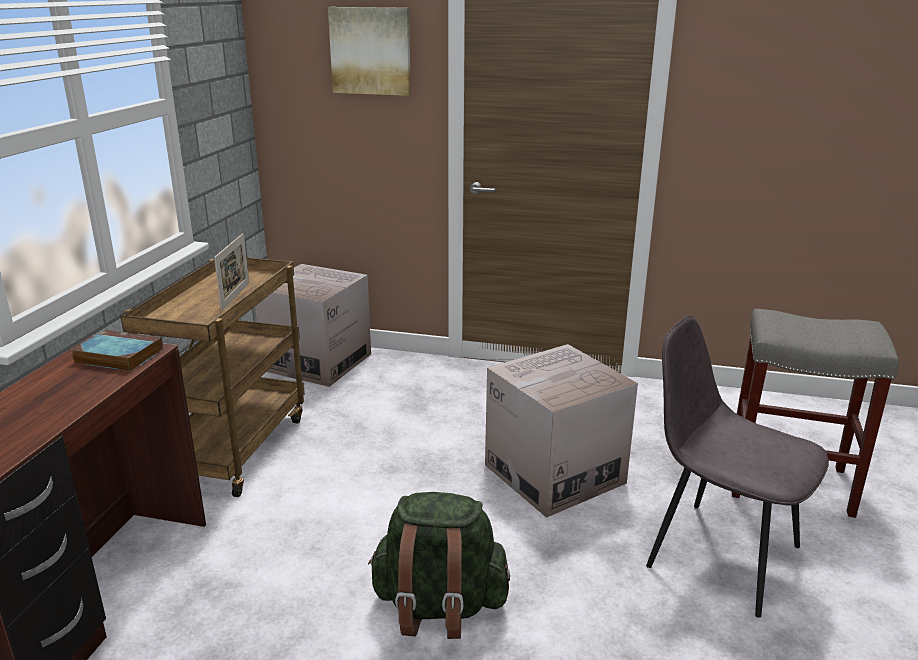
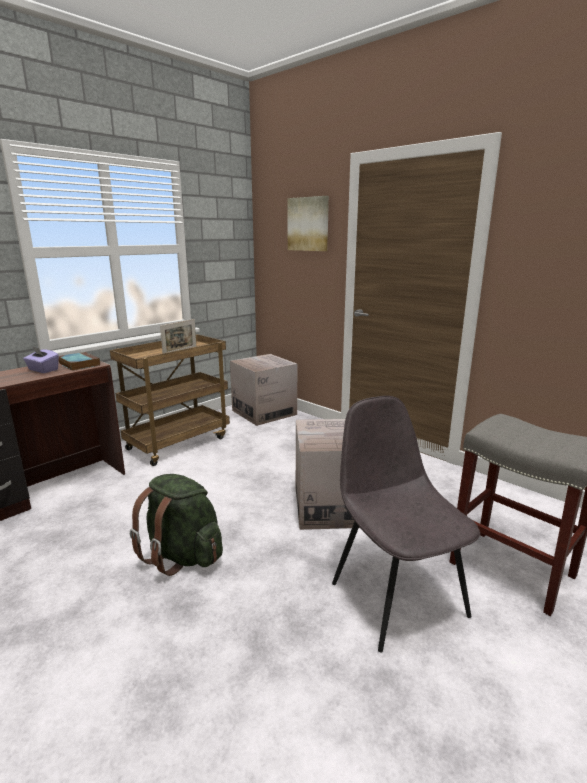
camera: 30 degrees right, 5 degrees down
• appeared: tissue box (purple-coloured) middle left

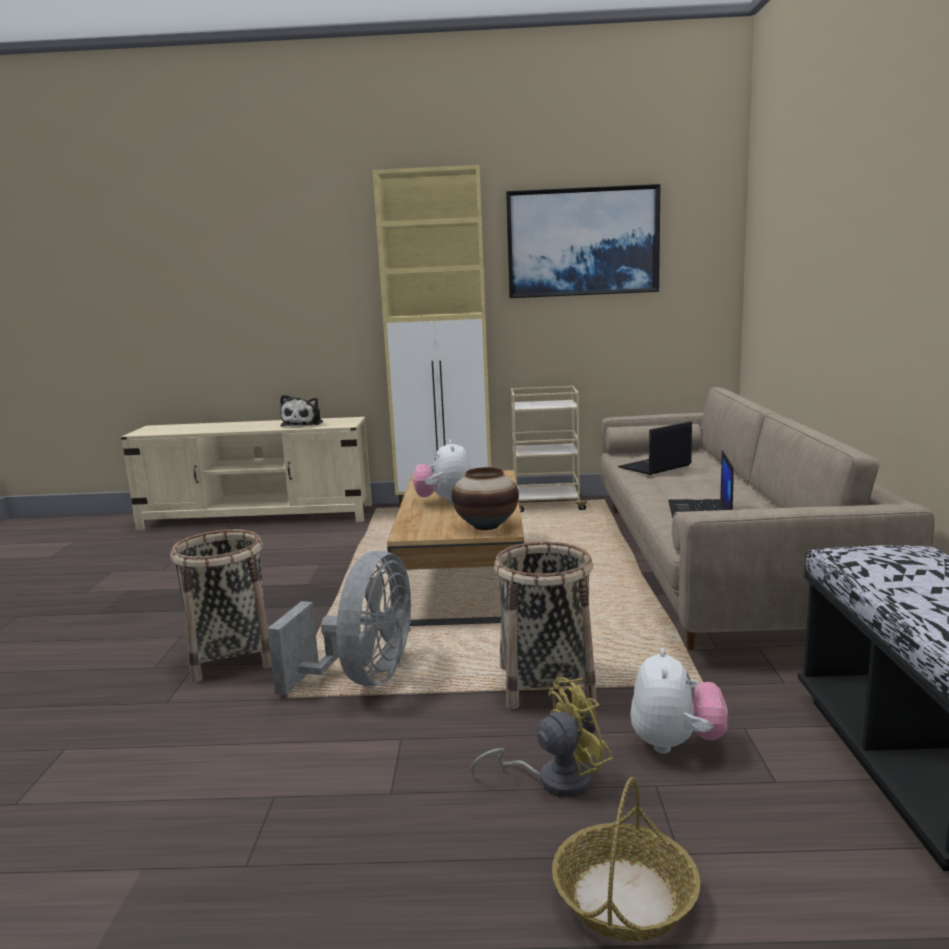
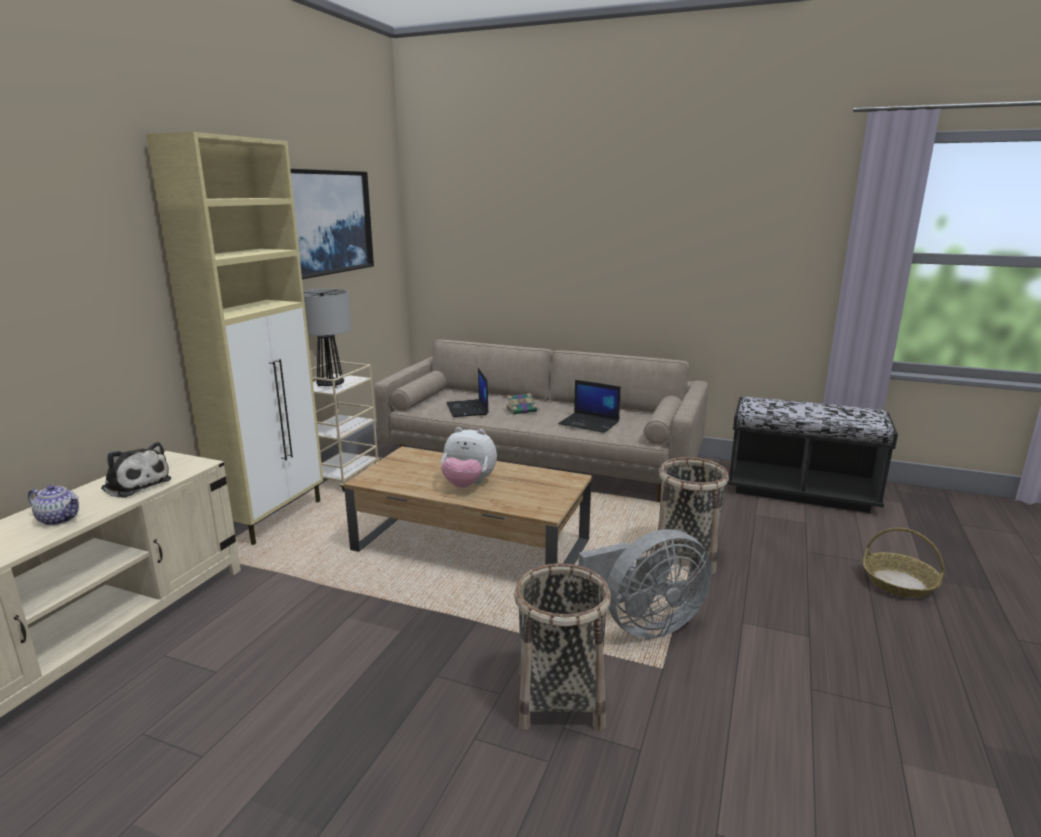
camera: 70 degrees left, 5 degrees up
• spun: cooling fan (greyish) centre = bottom centre 120 degrees clockwise
• missing: decorative vase centre
• missing: cooling fan (yellow) bottom centre
• missing: cuddly toy (no. 3 from left) bottom right
• appeared: tea pot middle left
• appeared: table lamp middle left
• appeared: volume centre

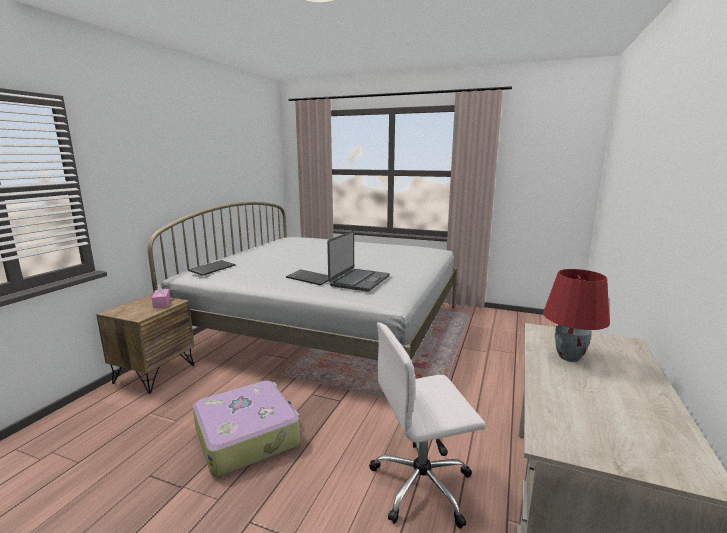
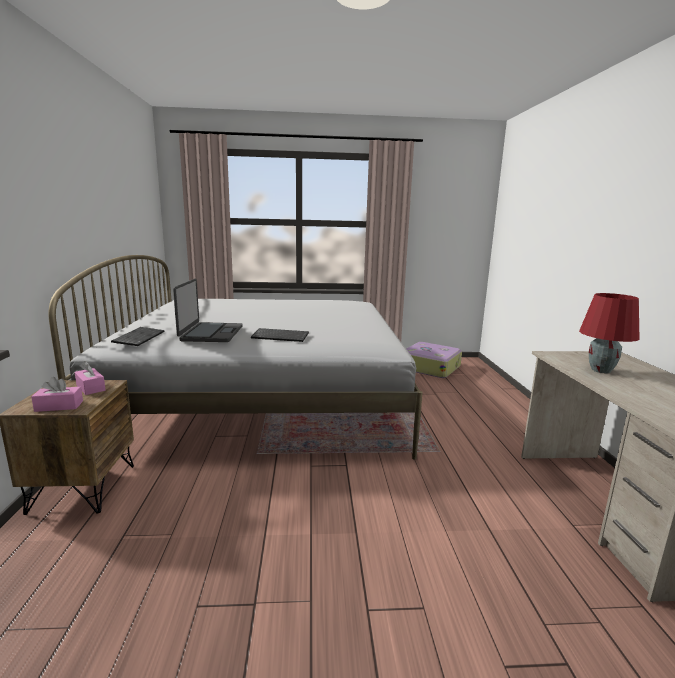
camera: 25 degrees left, 0 degrees up
• relocated: piece of luggage bottom centre to centre
• relocated: portable computer centre to middle left
• missing: computer chair (white) bottom centre
• appeared: tissue box (pink-coloured) (no. 1 from left) middle left

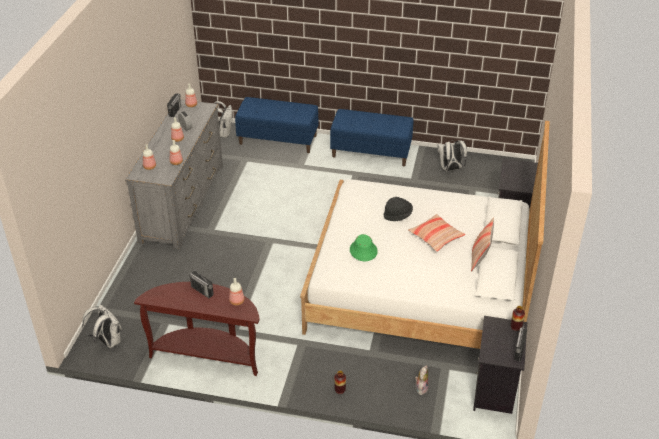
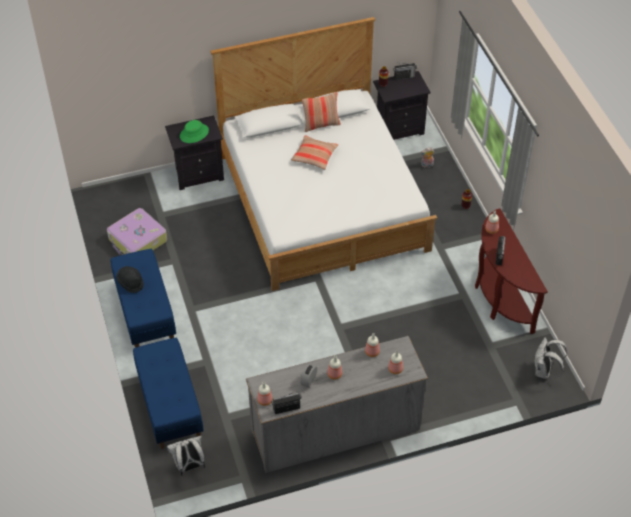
camera: 120 degrees left, 10 degrees up
• relocated: clothing hat (green) centre to top left
• relocated: clothing hat (blackish) centre to middle left
• exchanged: knapsack (white) (no. 3 from left) middle right to piece of luggage middle left

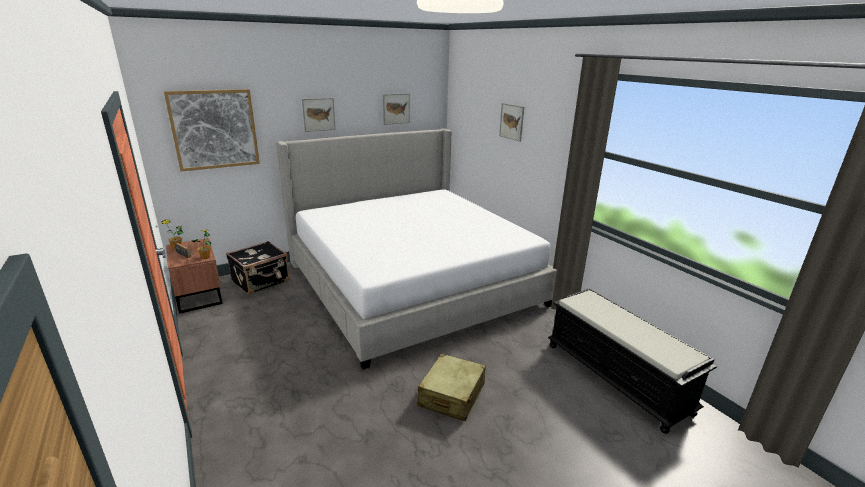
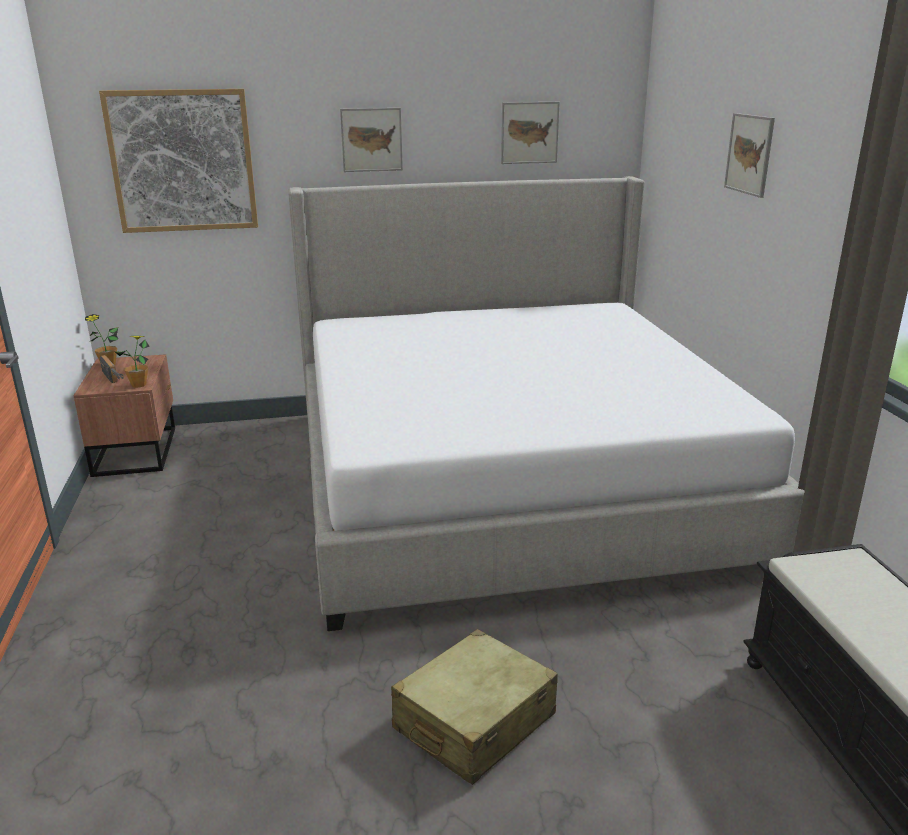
camera: 20 degrees right, 0 degrees up
• missing: piece of luggage (blackish) middle left

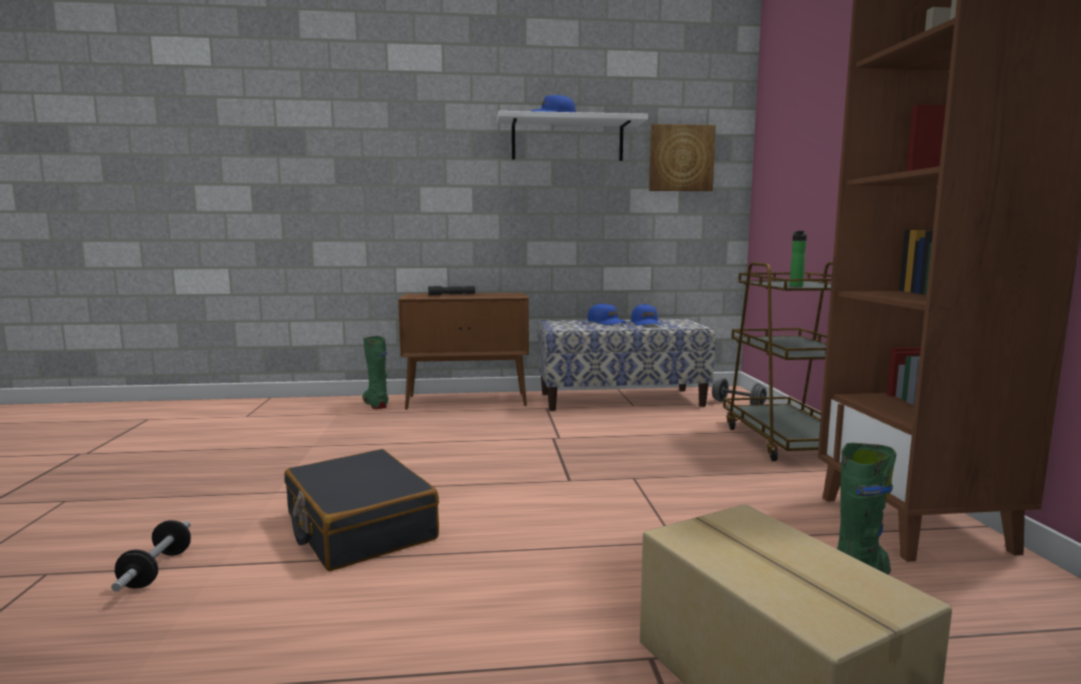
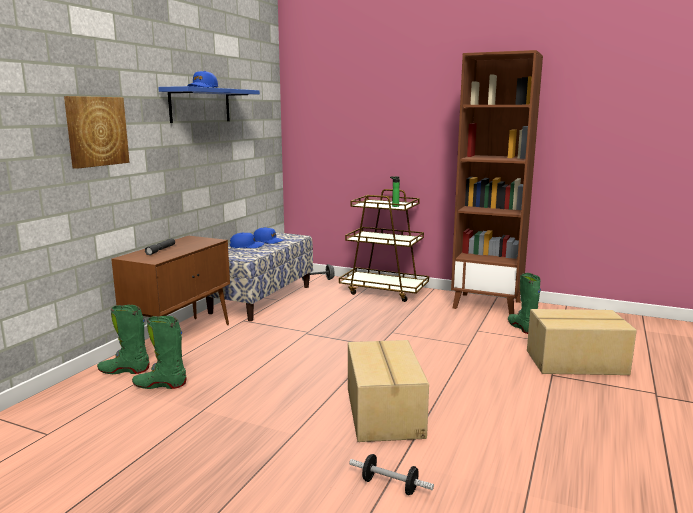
camera: 60 degrees left, 5 degrees up
• exchanged: piece of luggage (blackish) bottom centre to packing box (no. 1 from left) bottom centre
• colour: bracket shelf (white) top centre to bracket shelf (blue) top left
• relocated: wall art top centre to top left
• appeared: tall boot (green) (no. 2 from left) bottom left

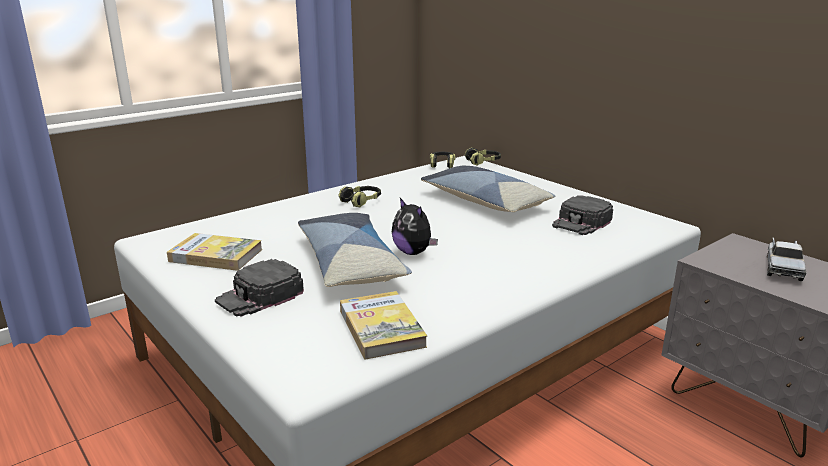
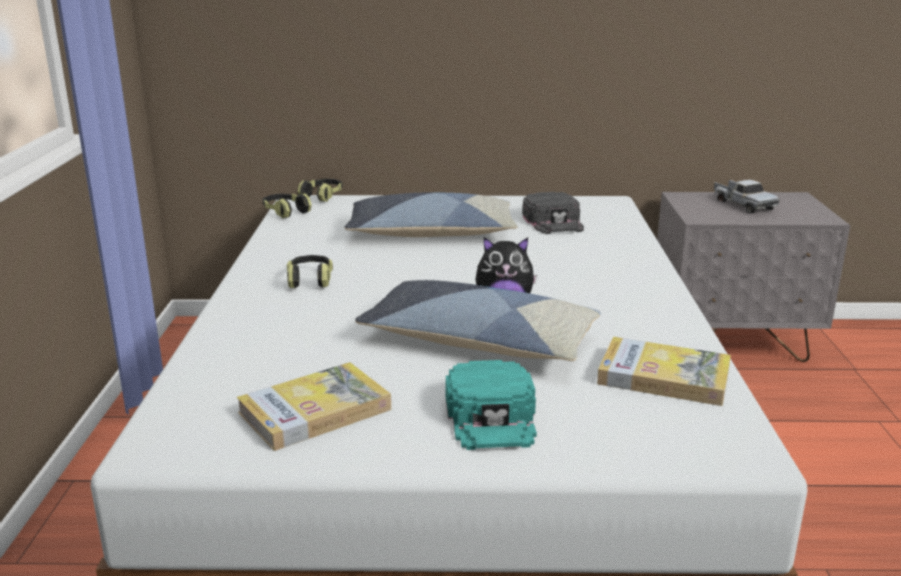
camera: 50 degrees left, 0 degrees up
• colour: cap (blackish) (no. 1 from left) middle left to cap (turquoise) bottom centre

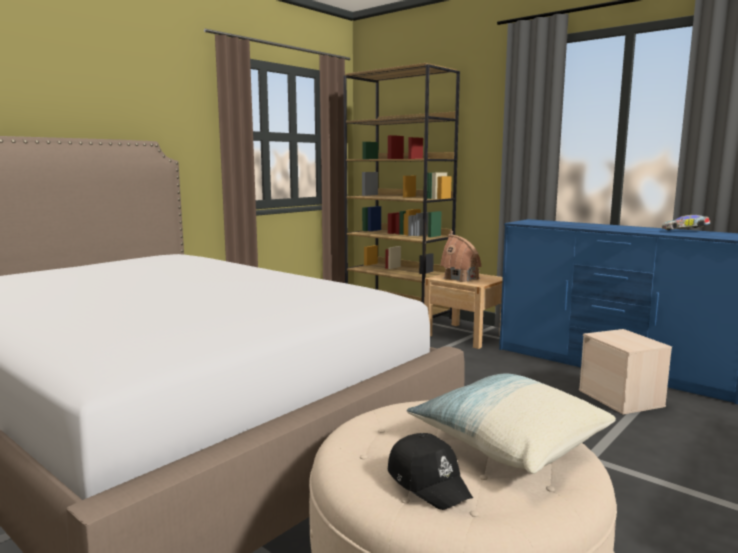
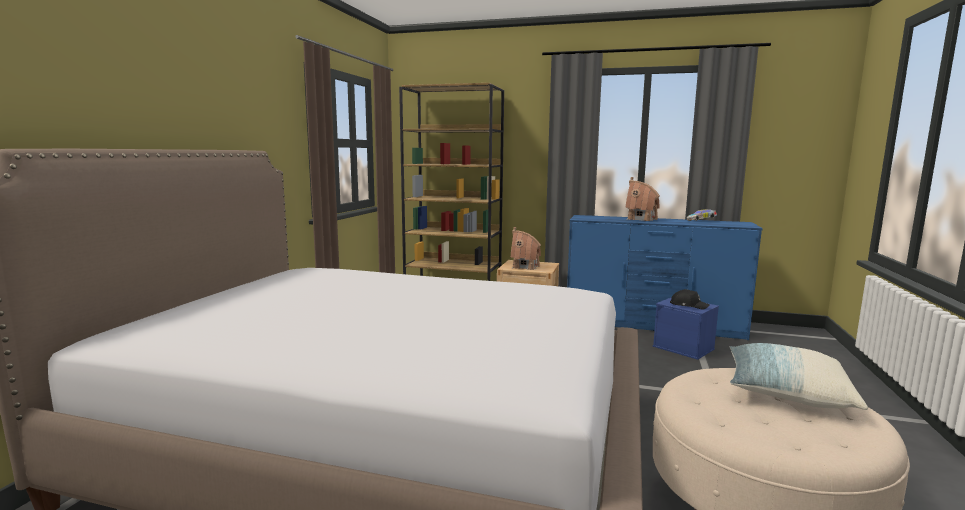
camera: 25 degrees left, 0 degrees up
• relocated: cap (blackish) bottom centre to middle right
• colour: storage box (beige-coloured) bottom right to storage box (blue) middle right
• appeared: toy house (no. 2 from left) centre

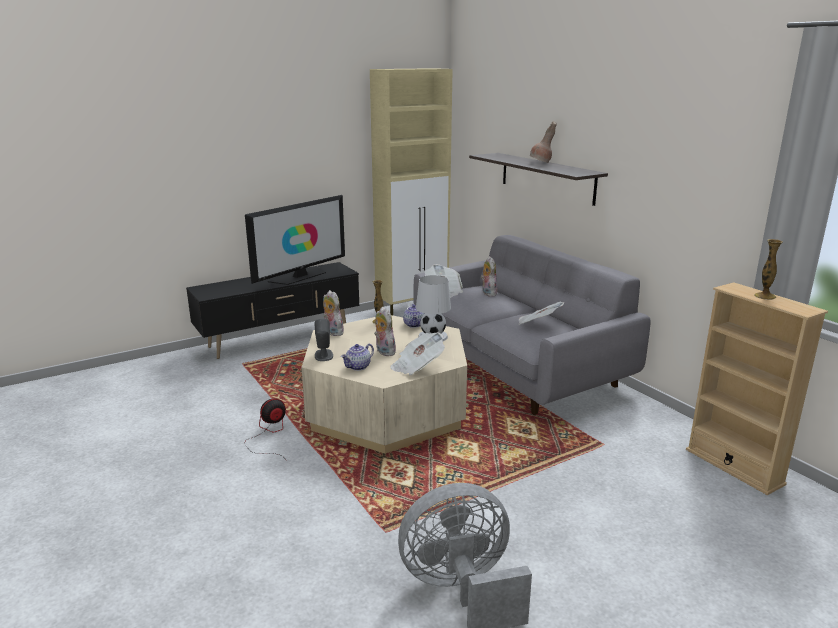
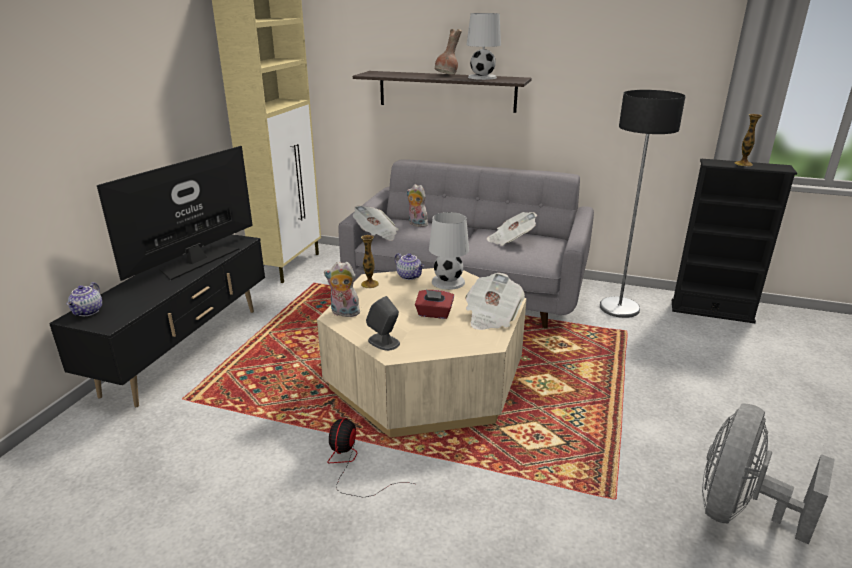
camera: 40 degrees left, 5 degrees up
• spun: TV centre = middle left 150 degrees counterclockwise
• relocated: tea pot (no. 1 from left) centre to middle left
• exchanged: cuddly toy (no. 2 from left) centre to tissue box (red) centre
• colour: bookshelf (beige-coloured) middle right to bookshelf (blackish) middle right
• appeared: table lamp (white) (no. 2 from left) top centre
• appeared: standing lamp middle right

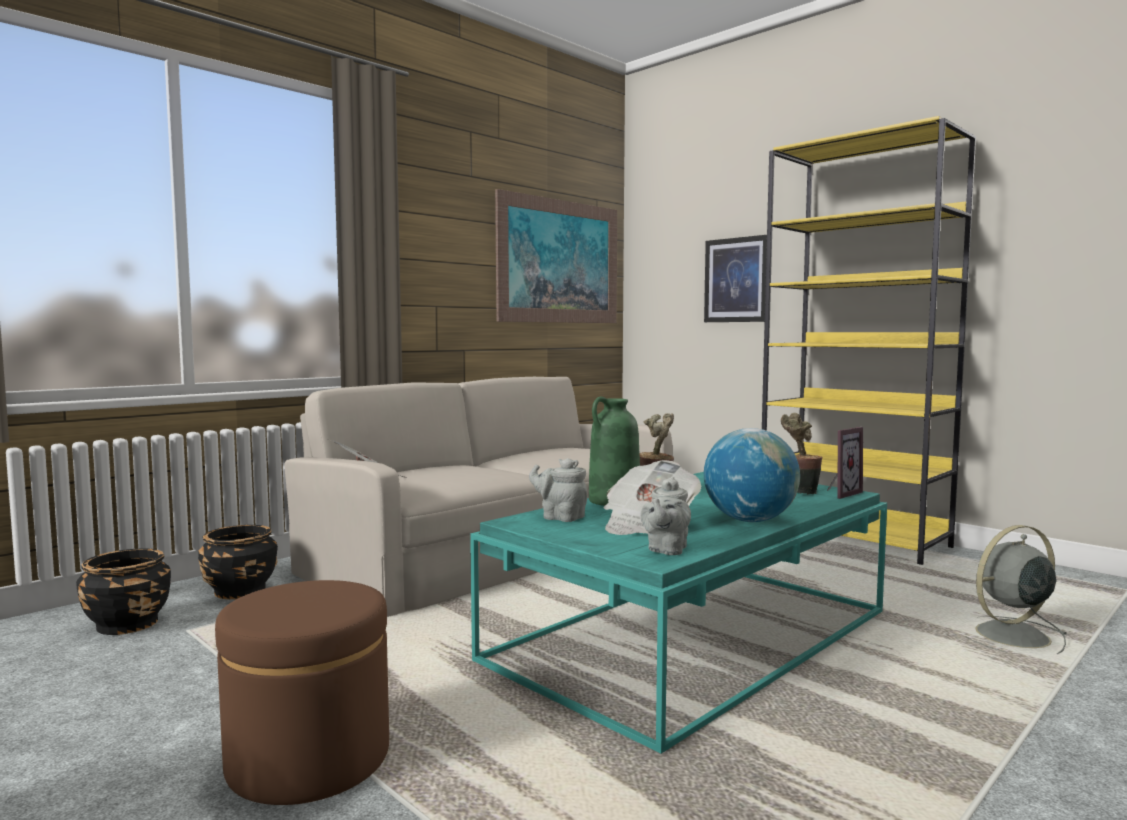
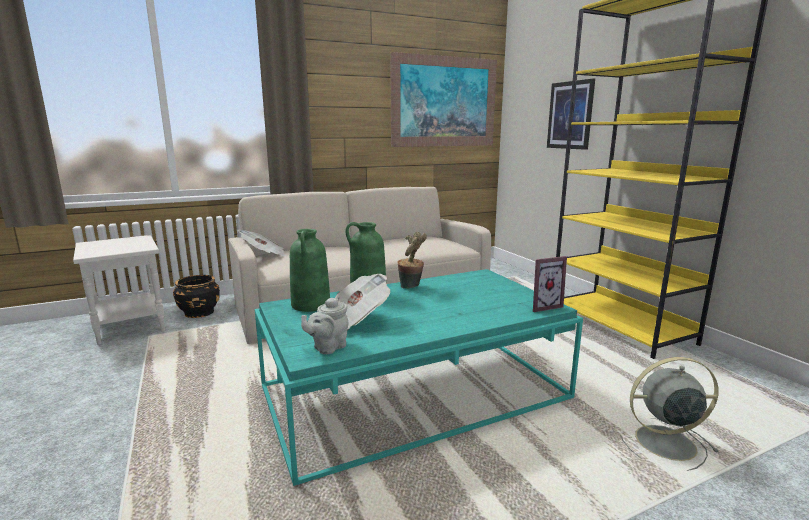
camera: 20 degrees right, 10 degrees up
• exchanged: plant pot (blackish) (no. 1 from left) bottom left to side table (white) middle left
• missing: pouffe (brownish) bottom left
• exchanged: tea pot (greyish) (no. 1 from left) centre to decorative vase (green) (no. 1 from left) centre
• missing: globe middle right
• missing: houseplant (no. 2 from left) middle right

